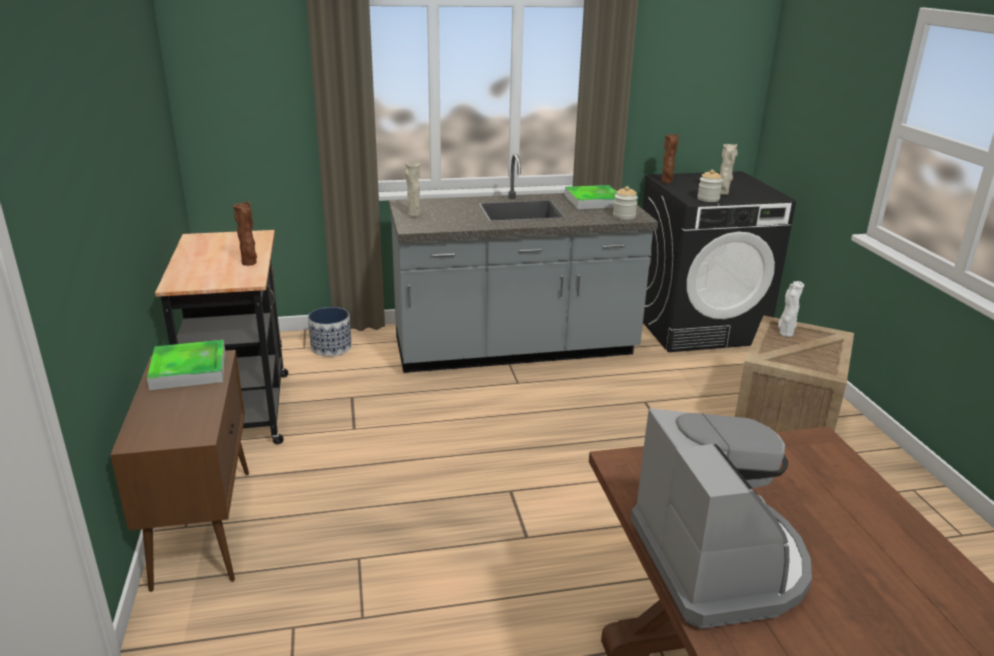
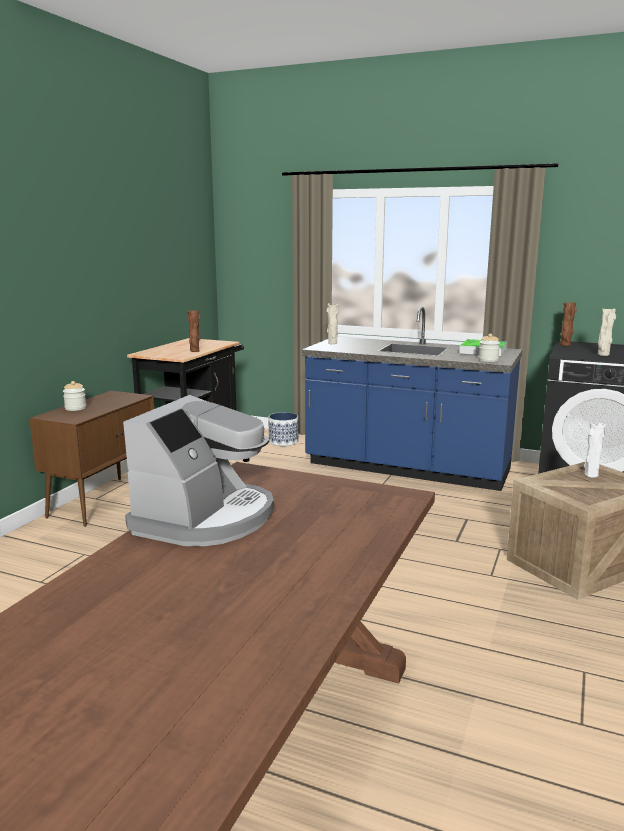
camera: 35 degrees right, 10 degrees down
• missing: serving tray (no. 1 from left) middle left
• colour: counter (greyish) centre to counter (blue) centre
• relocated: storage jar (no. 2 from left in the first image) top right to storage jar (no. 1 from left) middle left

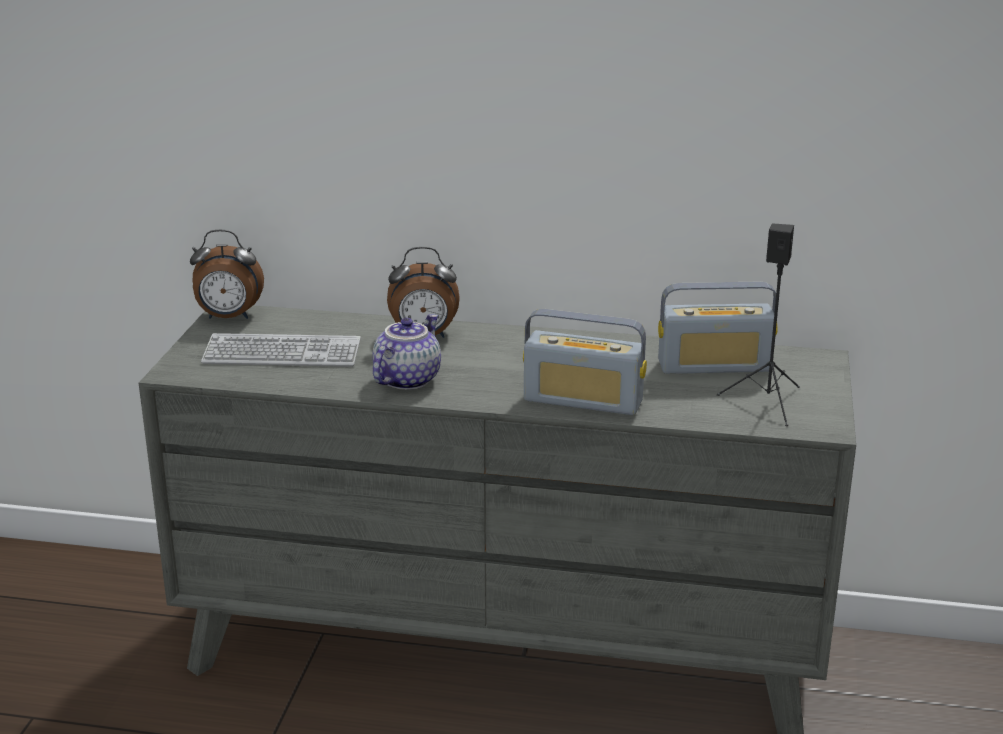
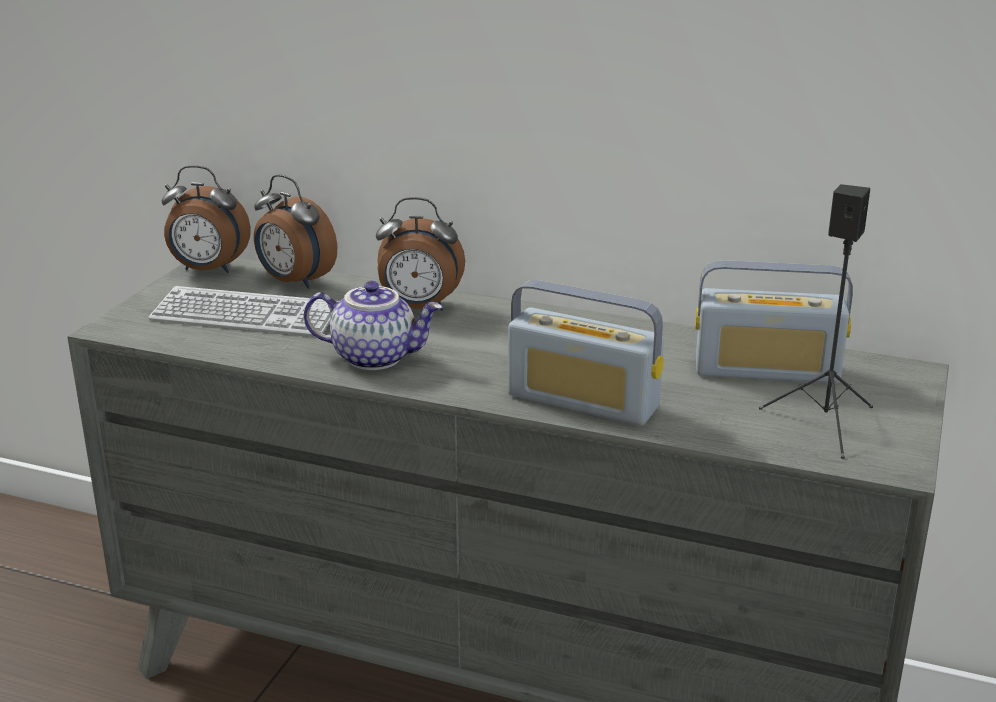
camera: 10 degrees right, 0 degrees up
• spun: tea pot centre = centre 60 degrees clockwise
• appeared: alarm clock (no. 2 from left) top left

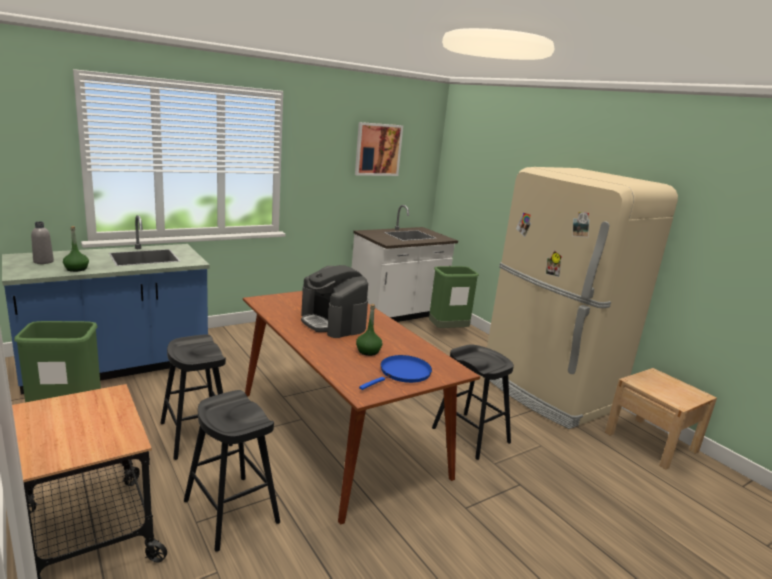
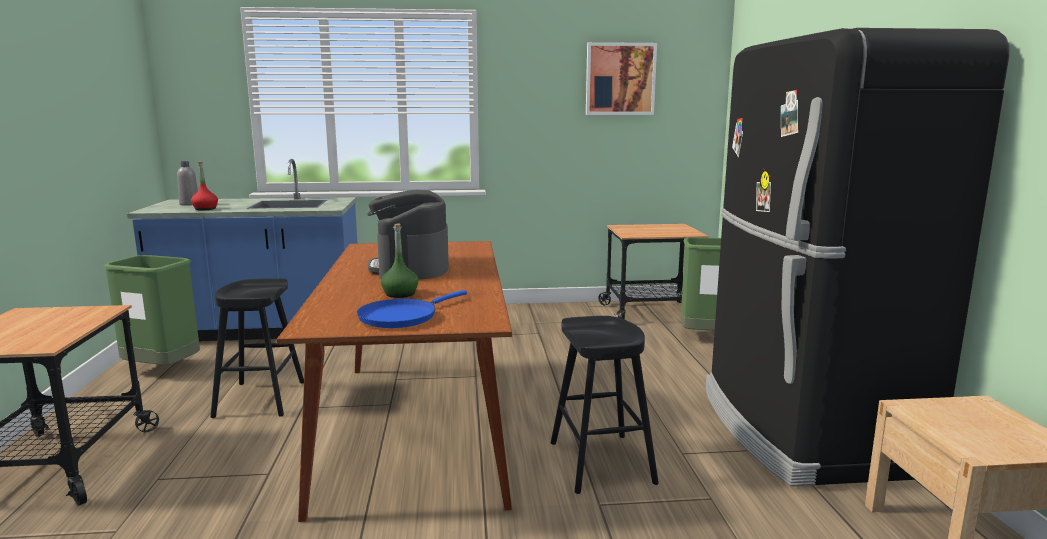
camera: 30 degrees right, 5 degrees down
• colour: beverage bottle (green) (no. 1 from left) middle left to beverage bottle (red) middle left
• missing: sitting stool (blackish) (no. 2 from left) bottom left
• exchanged: counter (white) centre to wheeled cart (no. 2 from left) centre
• spun: pan (blue) centre = centre 150 degrees clockwise
• colour: kitchen fridge (beige-coloured) middle right to kitchen fridge (blackish) middle right

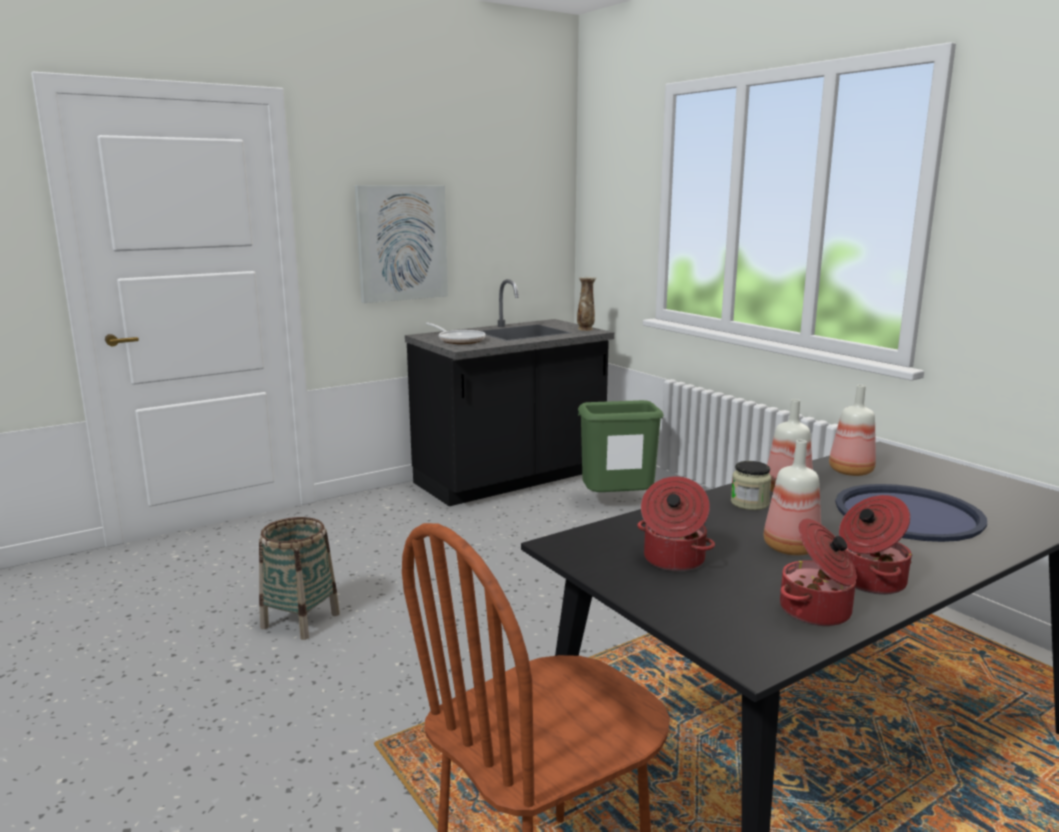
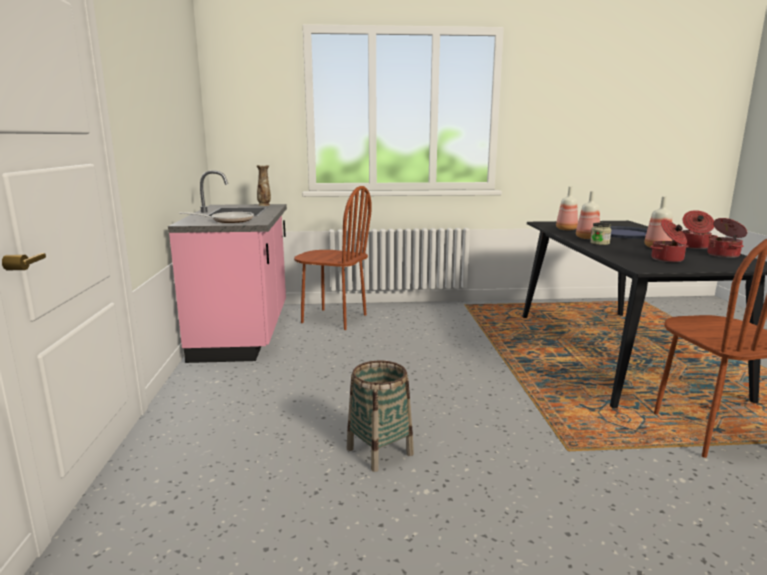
camera: 60 degrees left, 0 degrees up
• missing: wall art top centre
• colour: counter (blackish) centre to counter (pink-coloured) middle left
• exchanged: trash can (green) centre to plain chair (brownish) (no. 1 from left) centre

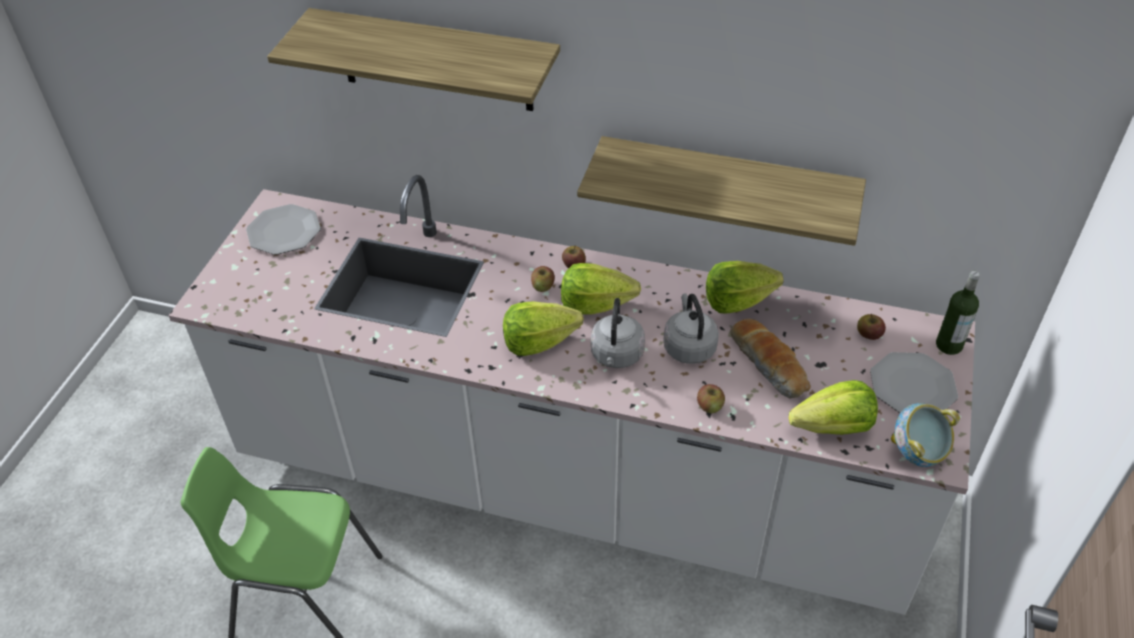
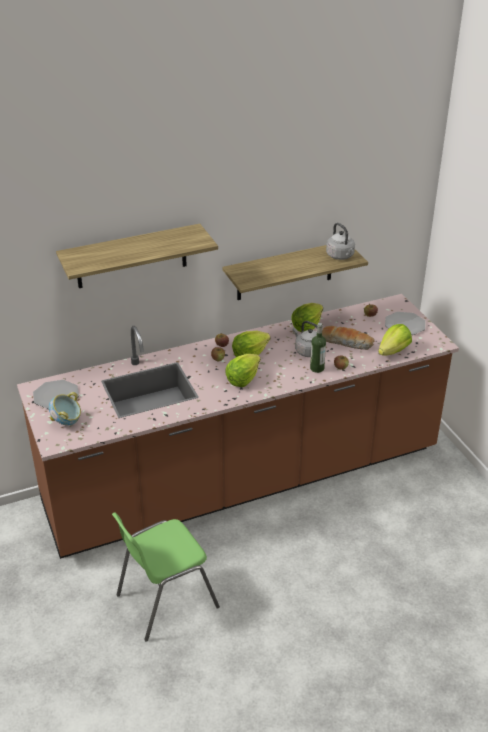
camera: 40 degrees left, 10 degrees down
• colour: counter (white) centre to counter (brownish) centre
• relocated: water kettle (greyish) (no. 1 from left in the first image) centre to water kettle (greyish) (no. 2 from left) top right
• relocated: bowl bottom right to middle left
• relocated: beverage bottle middle right to centre

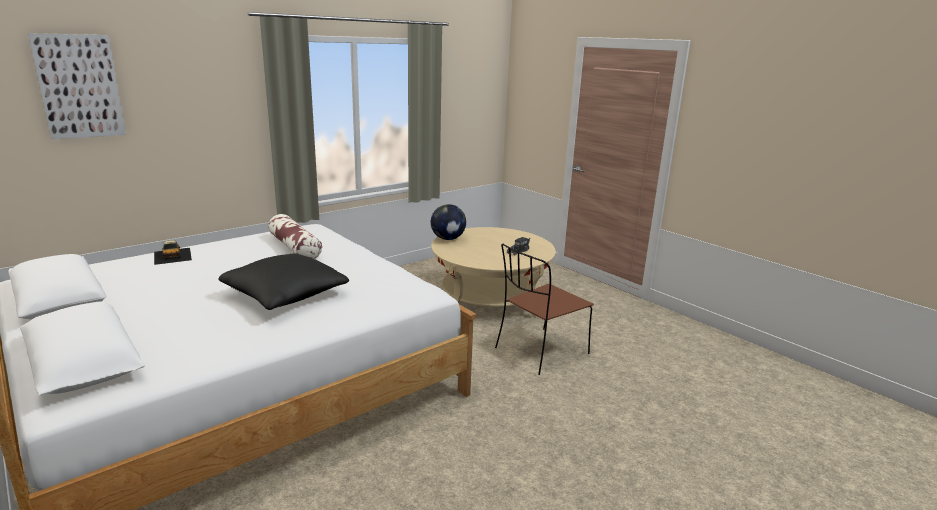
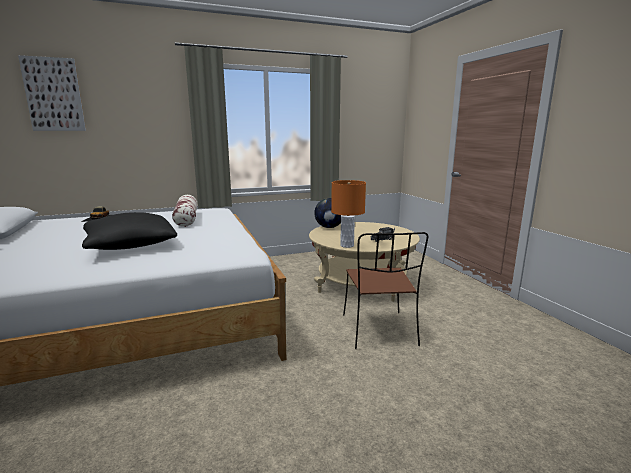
camera: 20 degrees right, 5 degrees down
• spun: plain chair (brownish) centre = centre 75 degrees counterclockwise
• appeared: table lamp (orangey) centre

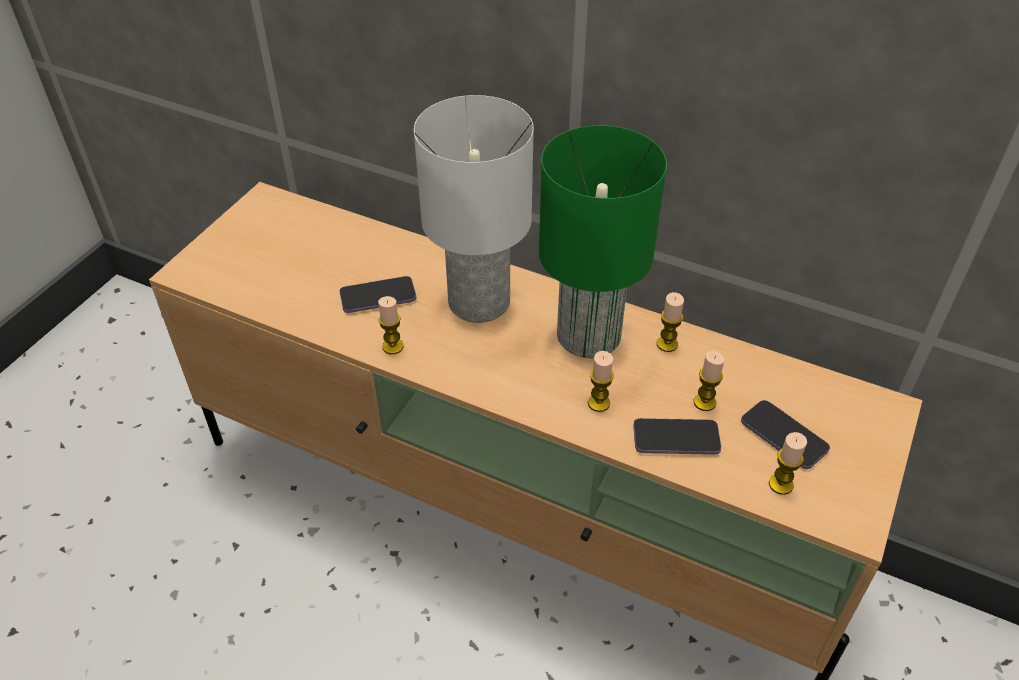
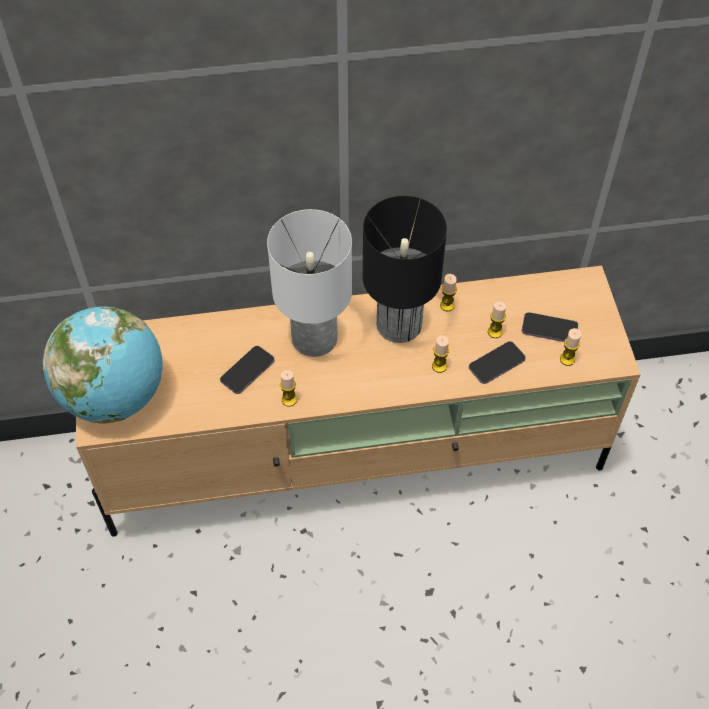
camera: 35 degrees left, 10 degrees up
• colour: table lamp (green) centre to table lamp (blackish) centre
• appeared: globe middle left

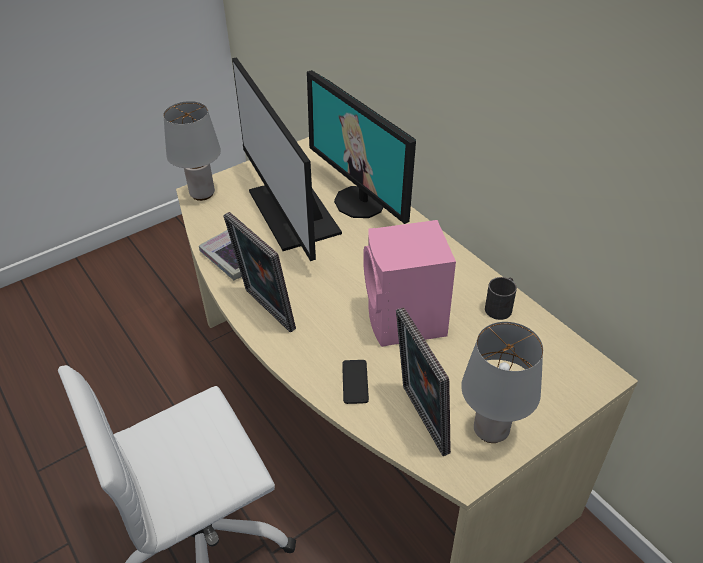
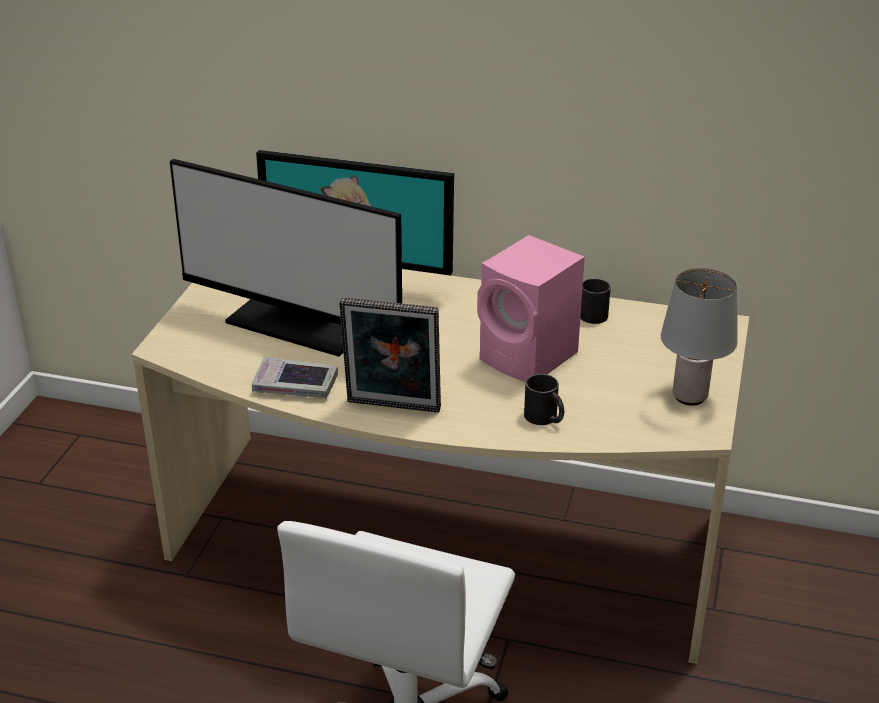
camera: 40 degrees left, 10 degrees down
• missing: table lamp (greyish) (no. 1 from left) top left
• exchanged: handset bottom centre to mug (blackish) (no. 1 from left) centre
• missing: photo frame (no. 2 from left) bottom centre

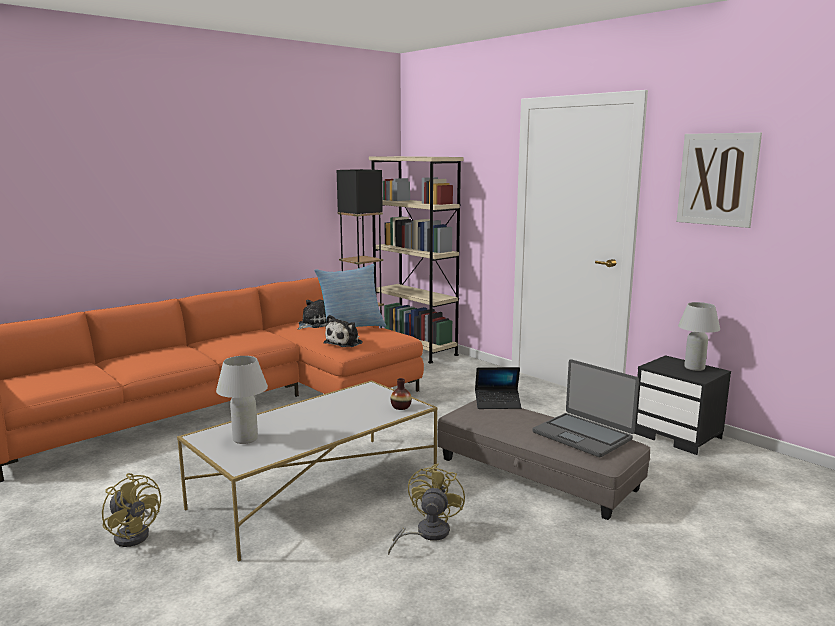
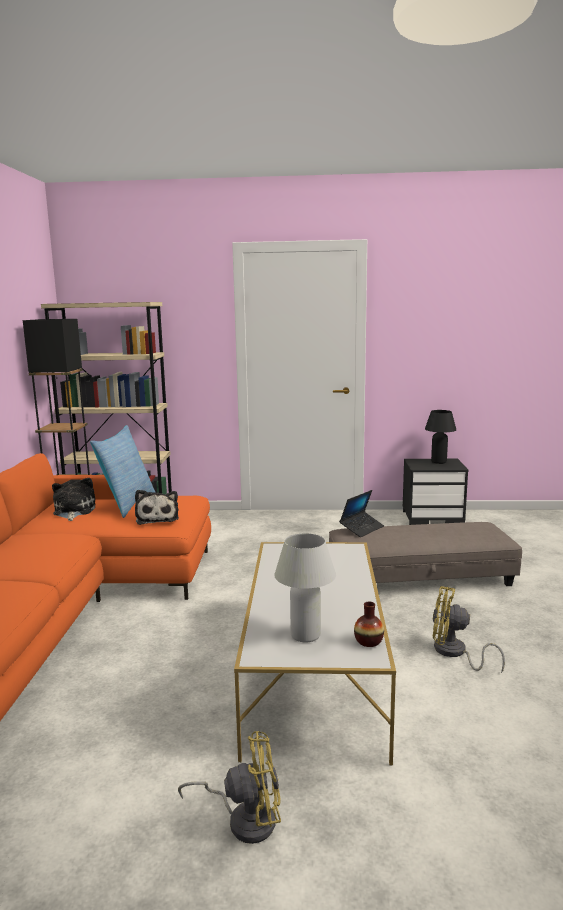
camera: 45 degrees left, 0 degrees up
• spun: cooling fan (yellow) (no. 2 from left) bottom centre = bottom right 45 degrees counterclockwise
• relocated: decorative vase centre to bottom centre
• missing: portable computer (no. 2 from left) middle right
• missing: wall art top right
• colour: table lamp (white) (no. 2 from left) middle right to table lamp (blackish) middle right

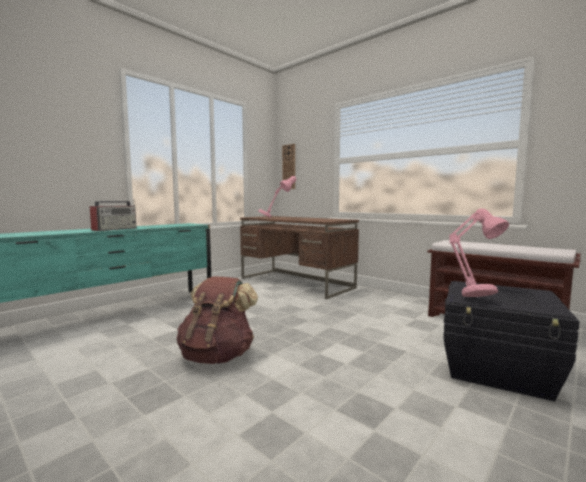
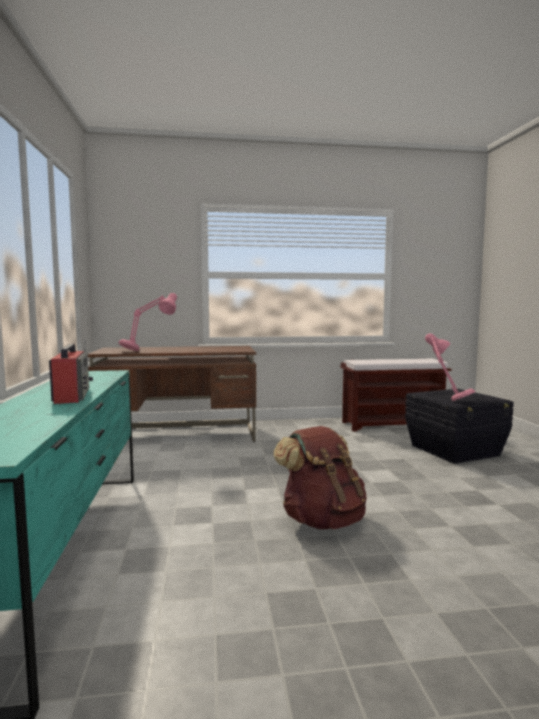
camera: 50 degrees left, 0 degrees up
• missing: hanging clock centre

